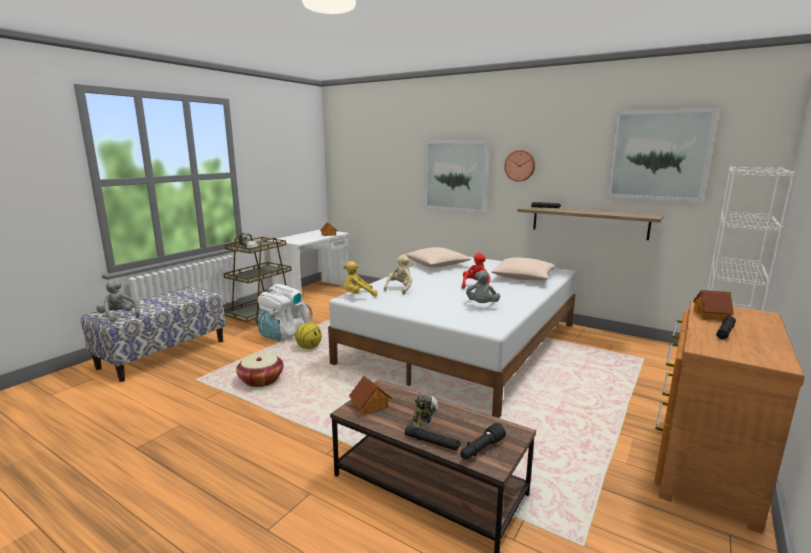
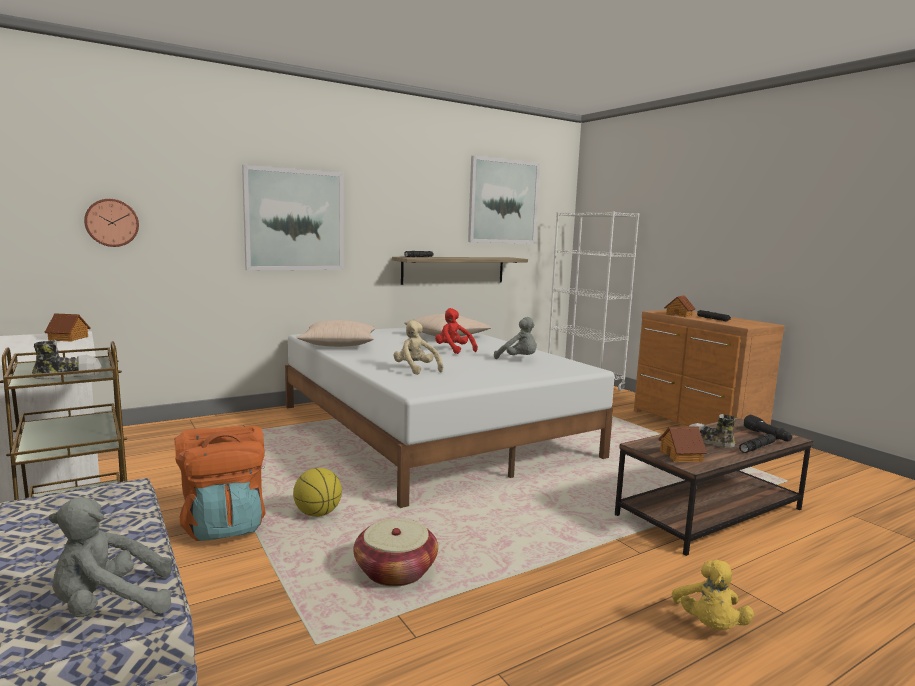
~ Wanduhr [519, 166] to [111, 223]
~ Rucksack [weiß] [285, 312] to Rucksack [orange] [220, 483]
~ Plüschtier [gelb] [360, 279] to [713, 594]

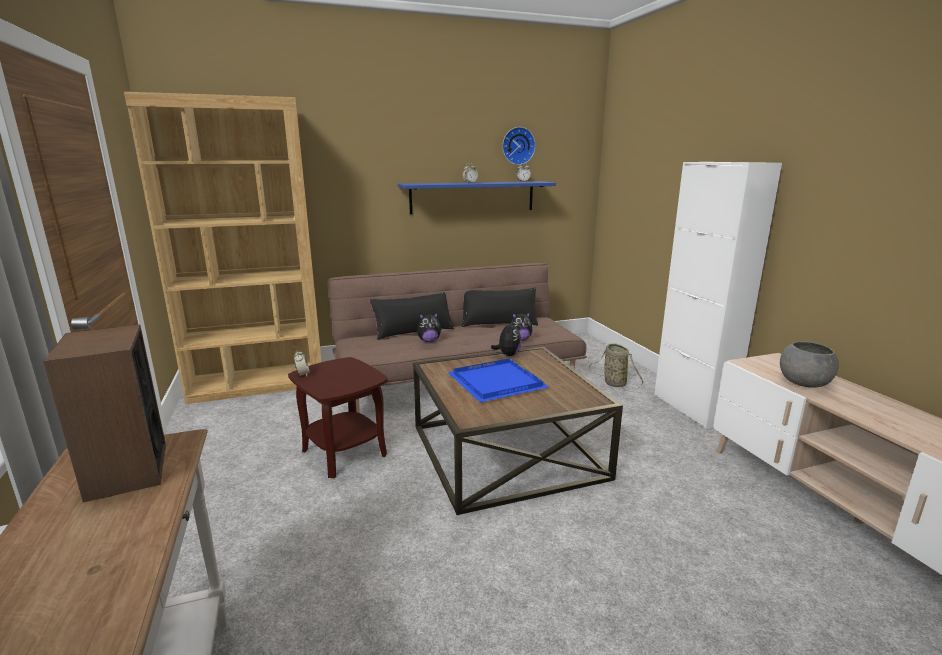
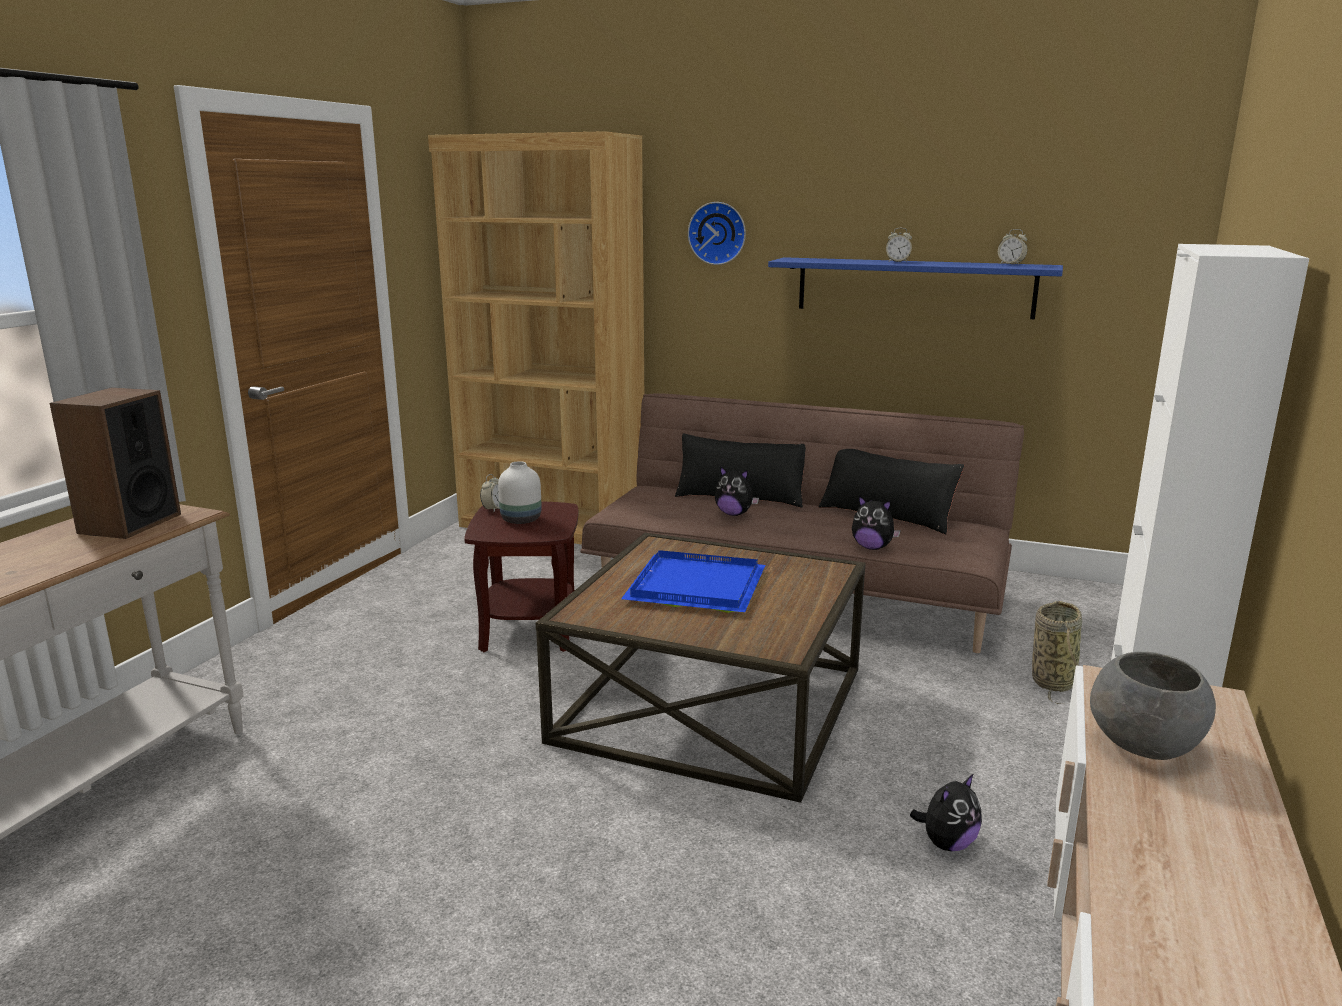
+ Vase [weiß] [520, 492]
~ Wanduhr [519, 146] to [717, 233]
~ Plüschtier [506, 338] to [946, 812]

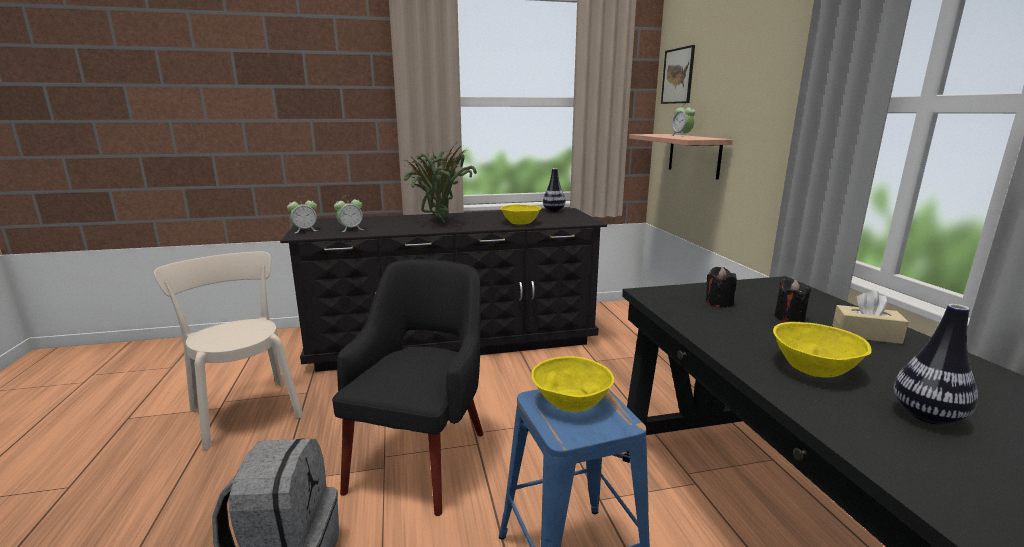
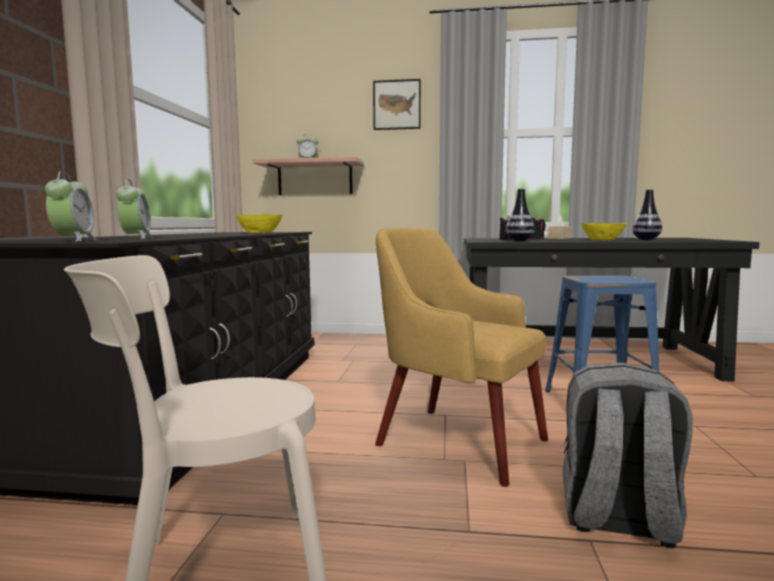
~ Bild [678, 74] to [397, 104]
~ Sessel [schwarz] [408, 387] to Sessel [gelb] [461, 357]
~ Vase [554, 190] to [520, 215]
- Topfpflanze [440, 183]
- Schüssel [gelb] [572, 384]

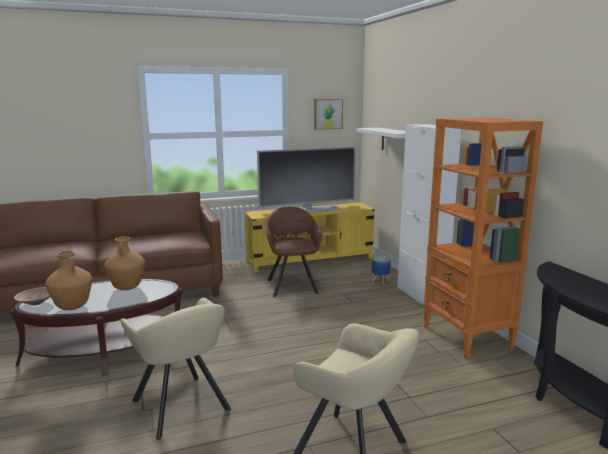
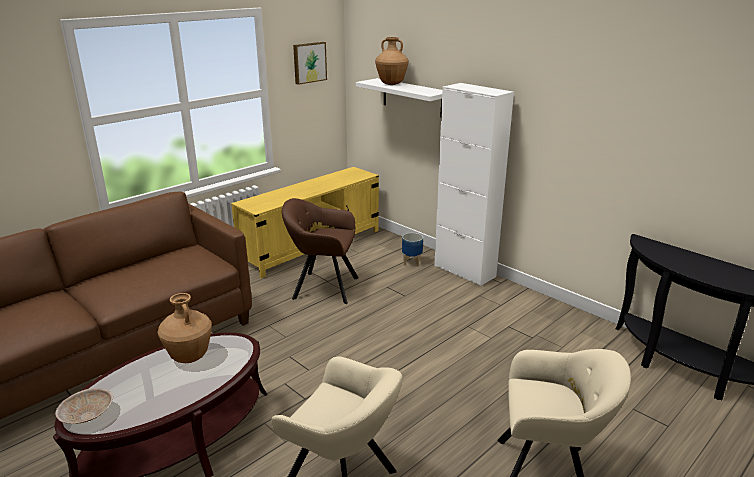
~ Sessel [braun] [293, 252] = [320, 251] 45 degrees counterclockwise
~ Vase [braun] [68, 280] to [392, 61]
- Fernseher [306, 180]
- Bücherregal [orange] [483, 238]

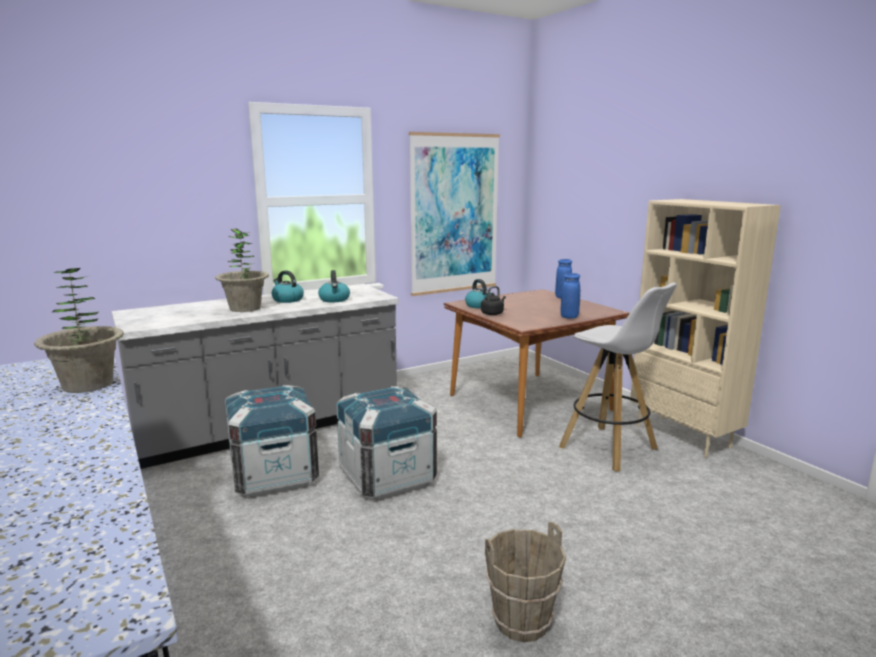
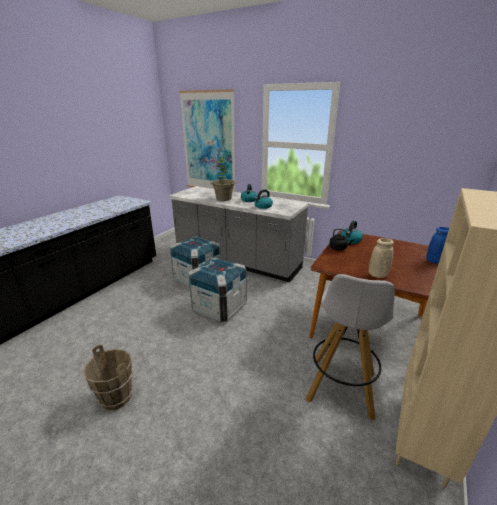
~ Bild [454, 214] to [207, 140]
~ Vase [blau] [570, 296] to Vase [beige] [381, 258]
- Topfpflanze [79, 330]

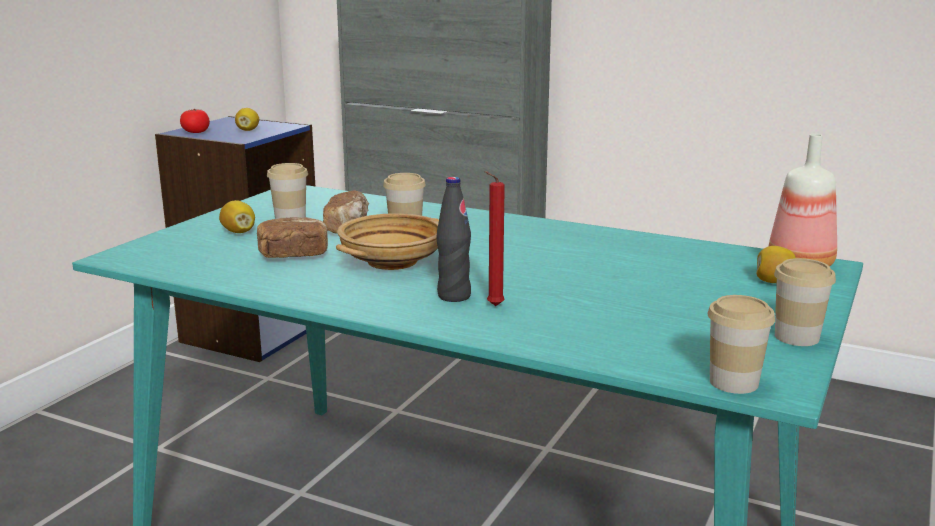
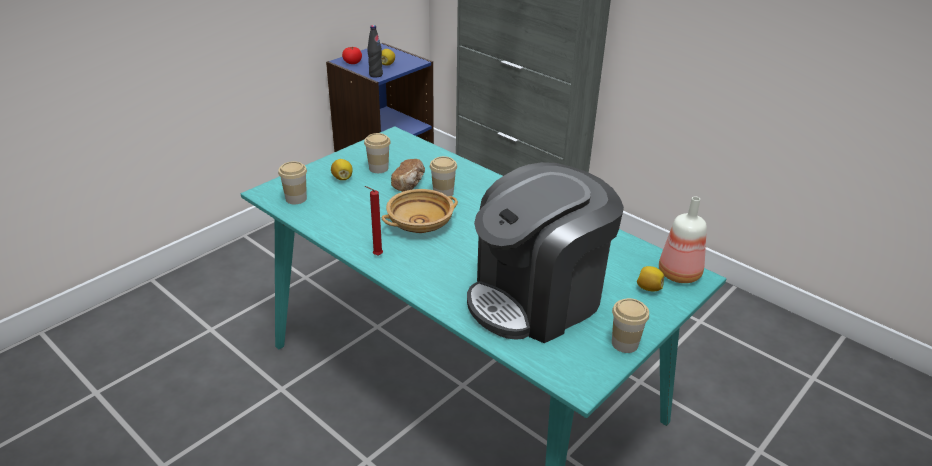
~ Tasse [741, 344] to [292, 182]
~ Kerze [rot] [495, 238] to [374, 220]
~ Flasche [schwarz] [453, 239] to [375, 51]
+ Kaffeemaschine [545, 252]
- Brot [292, 237]

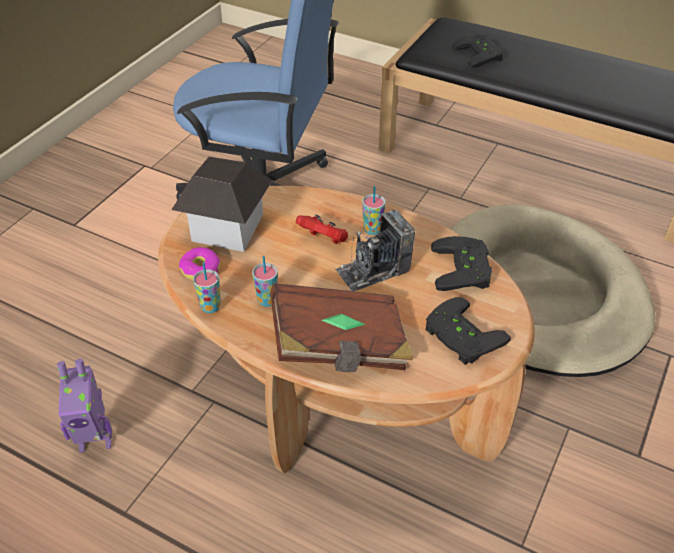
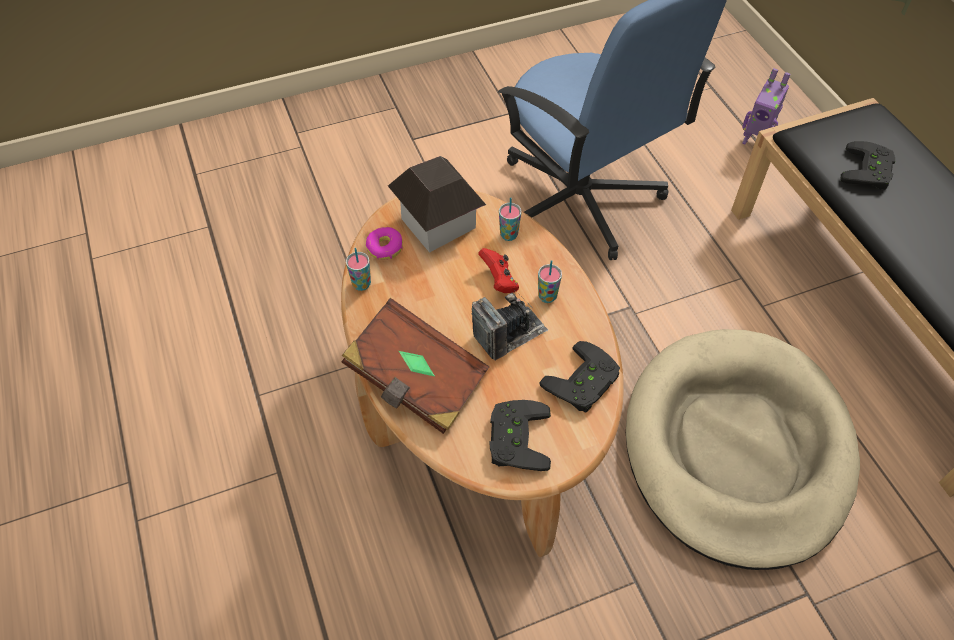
~ Kamera [375, 250] = [509, 326] 135 degrees clockwise
~ Tasse [265, 281] to [510, 219]
~ Spielzeugroboter [84, 406] to [766, 106]

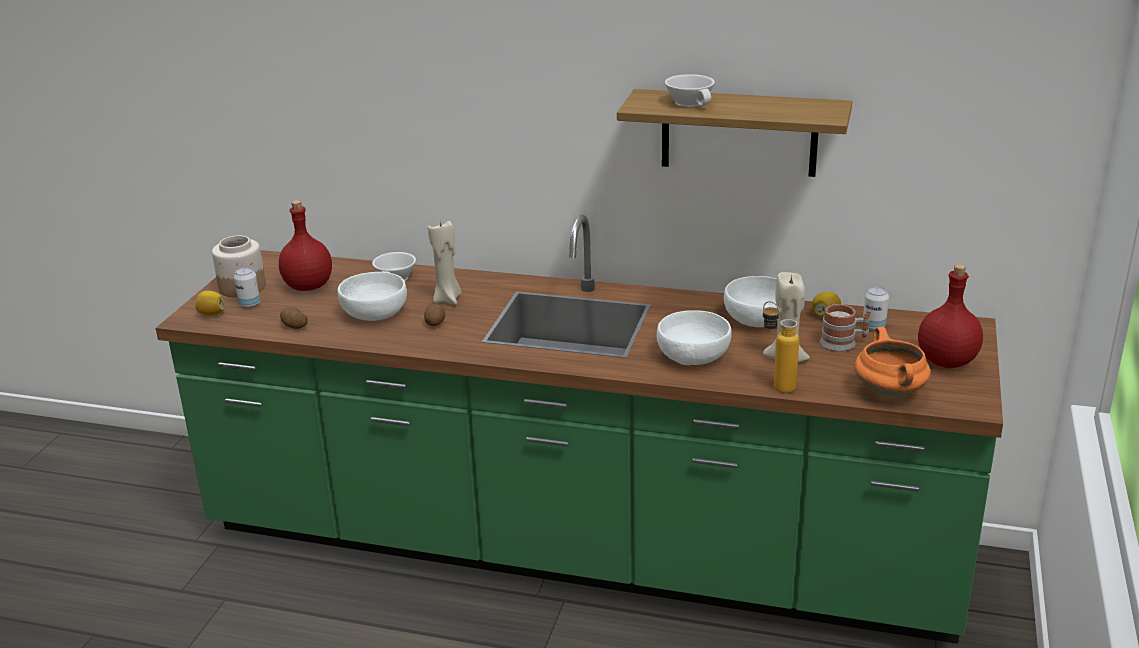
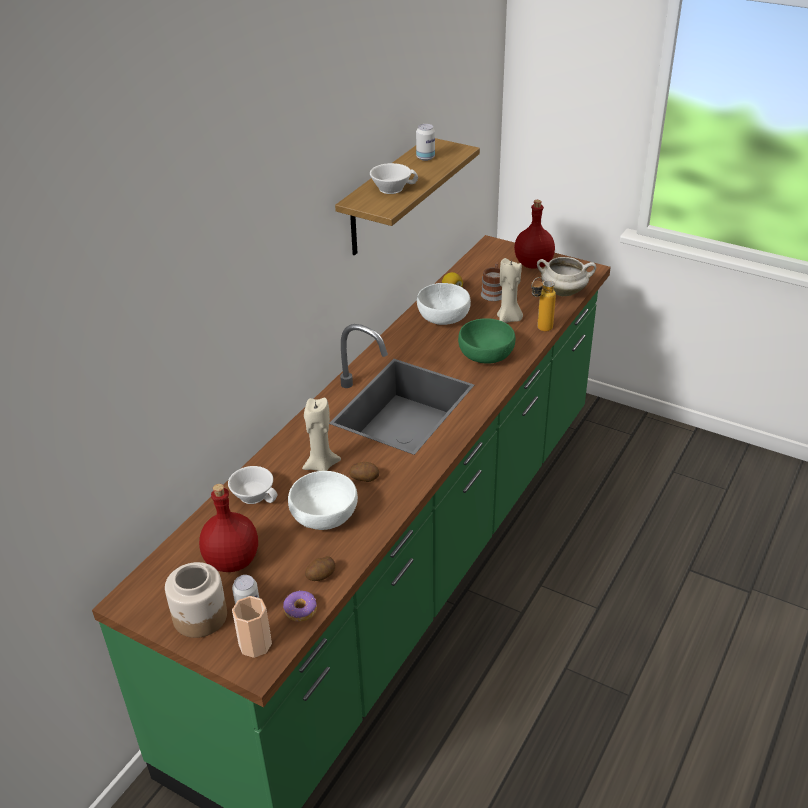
~ Zitrone [210, 303] to Tasse [252, 627]
+ Donut [300, 606]
~ Dose [875, 308] to [425, 142]
~ Schüssel [weiß] [694, 337] to Schüssel [grün] [486, 341]
~ Kochtopf [orange] [893, 362] to Kochtopf [weiß] [566, 276]

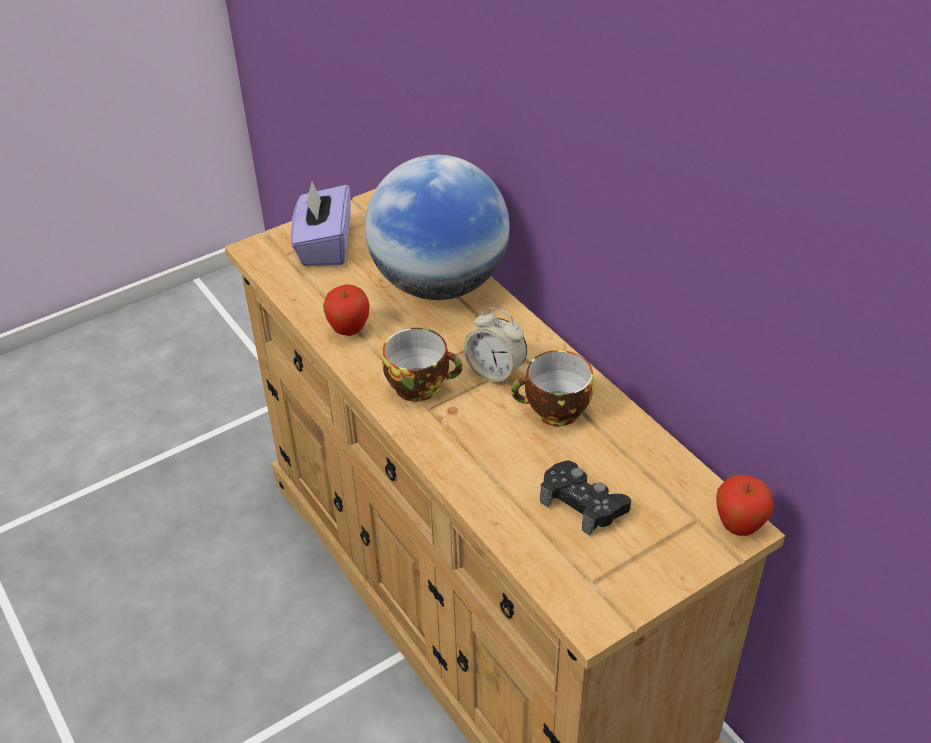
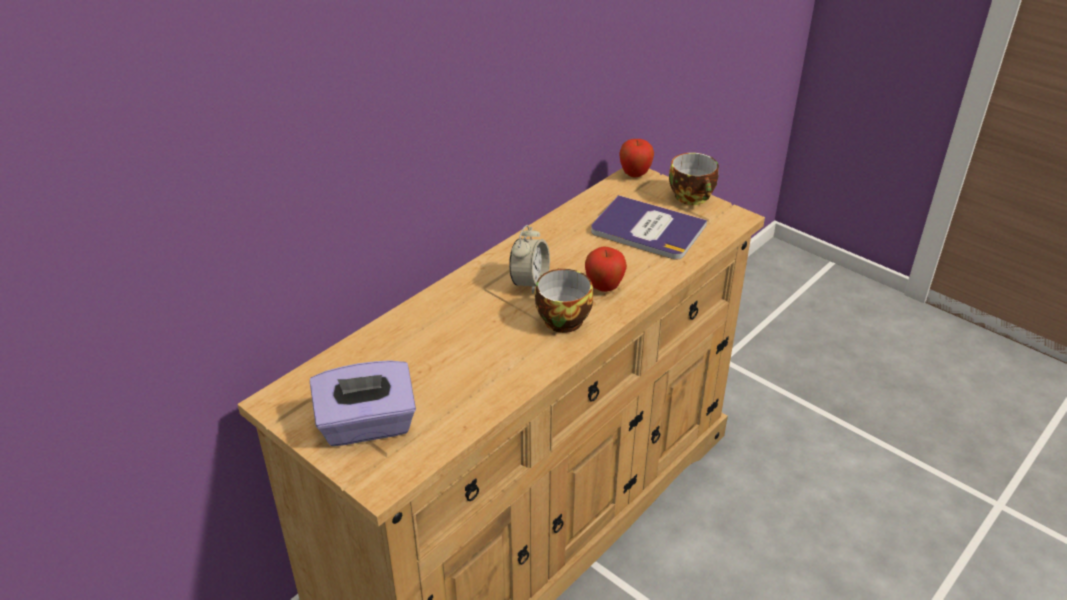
~ Apfel [346, 310] to [606, 269]
~ Gamepad [schwarz] [585, 498] to Buch [649, 227]
~ Tasse [552, 388] to [694, 179]
- Globus [437, 227]

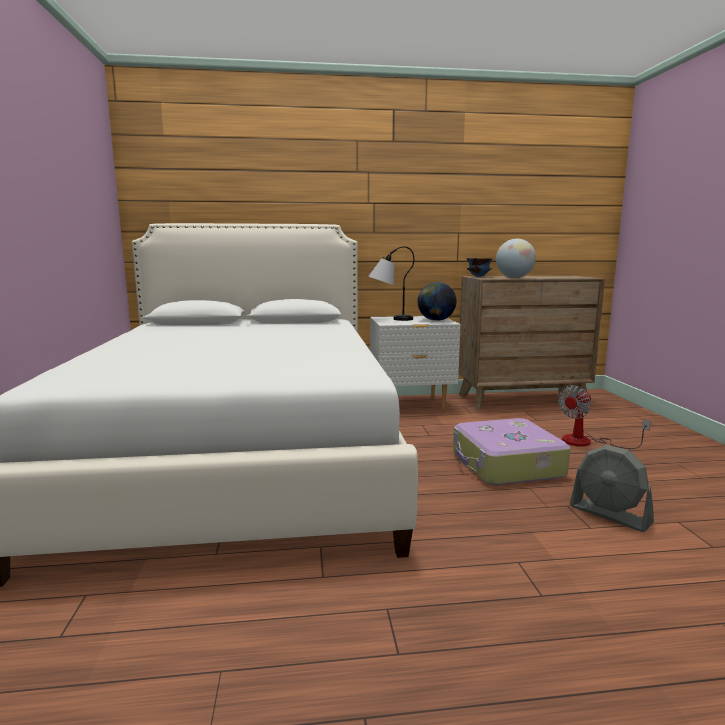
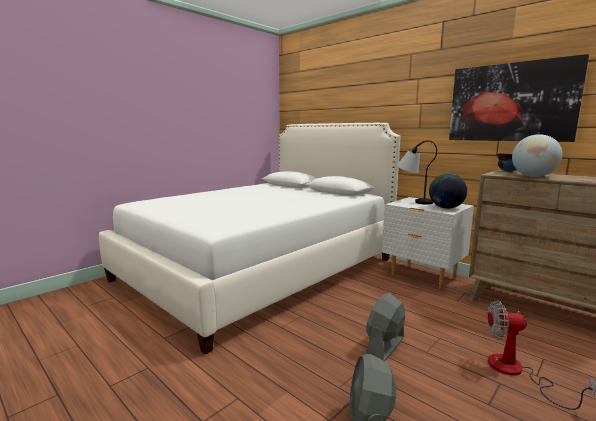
~ Koffer [511, 451] to Ventilator [grau] [385, 327]
+ Bild [519, 98]

